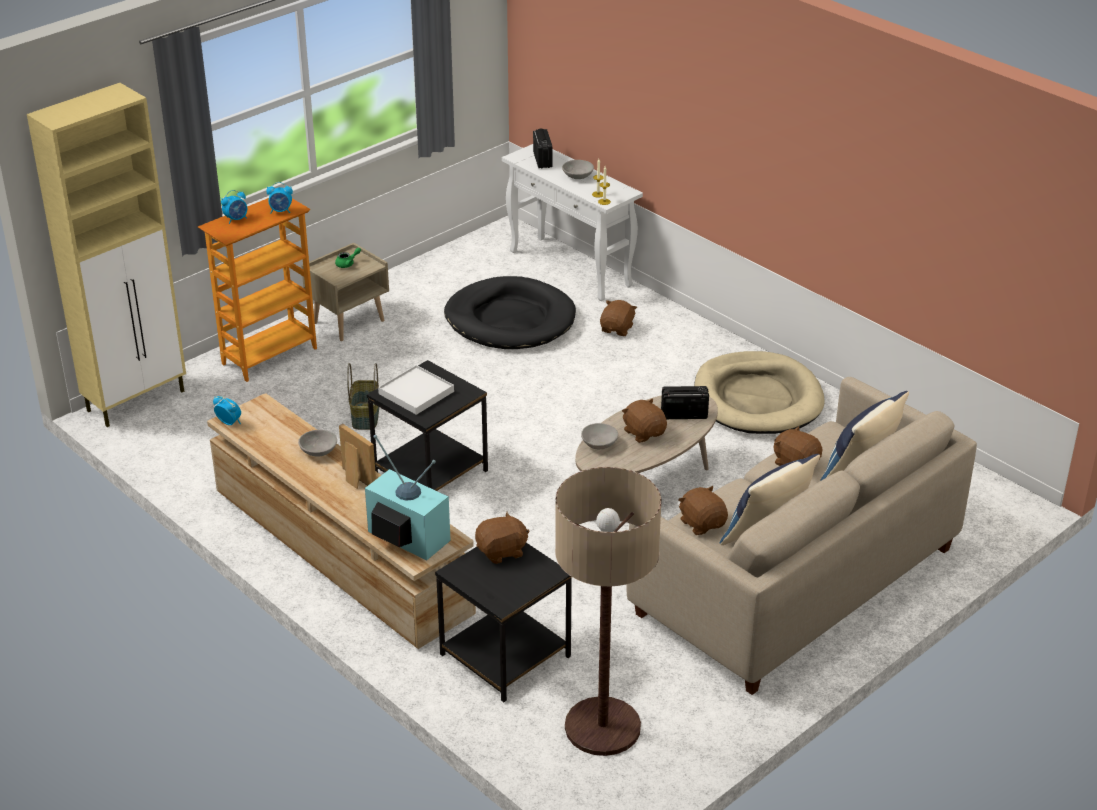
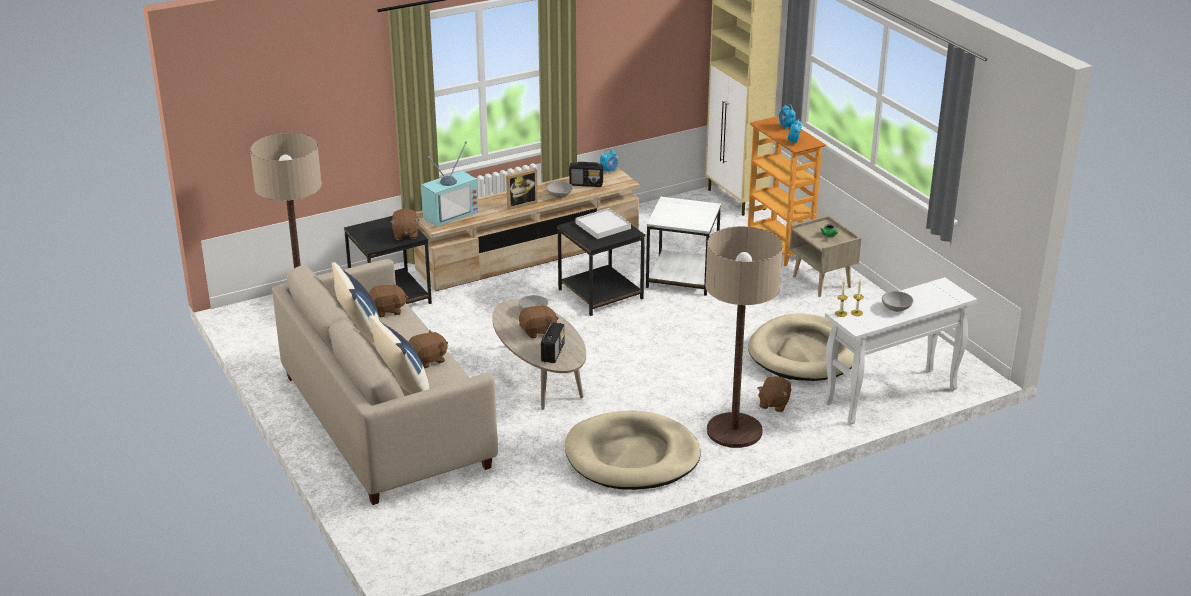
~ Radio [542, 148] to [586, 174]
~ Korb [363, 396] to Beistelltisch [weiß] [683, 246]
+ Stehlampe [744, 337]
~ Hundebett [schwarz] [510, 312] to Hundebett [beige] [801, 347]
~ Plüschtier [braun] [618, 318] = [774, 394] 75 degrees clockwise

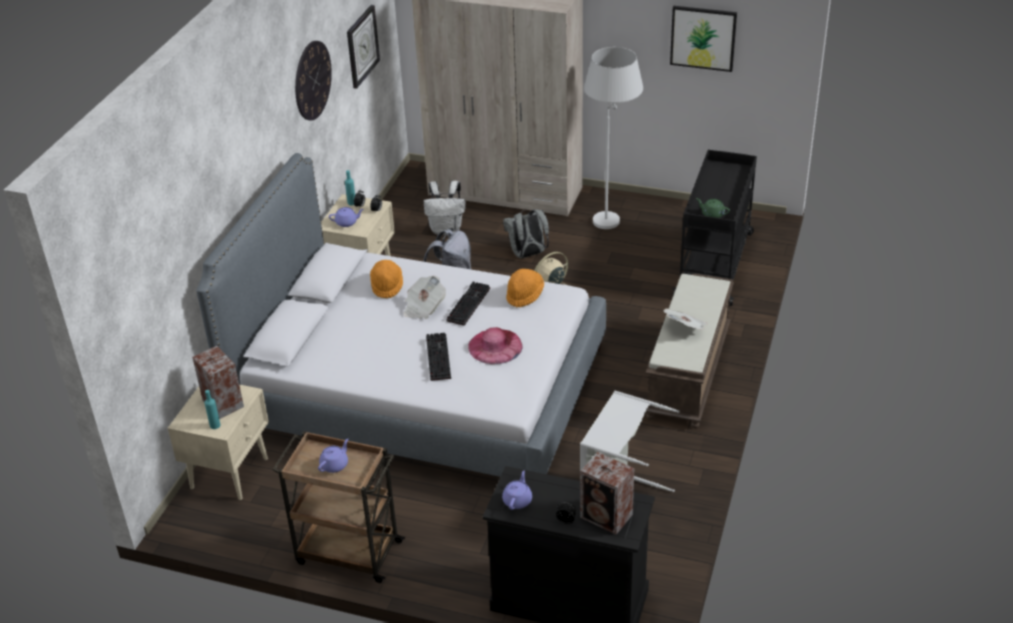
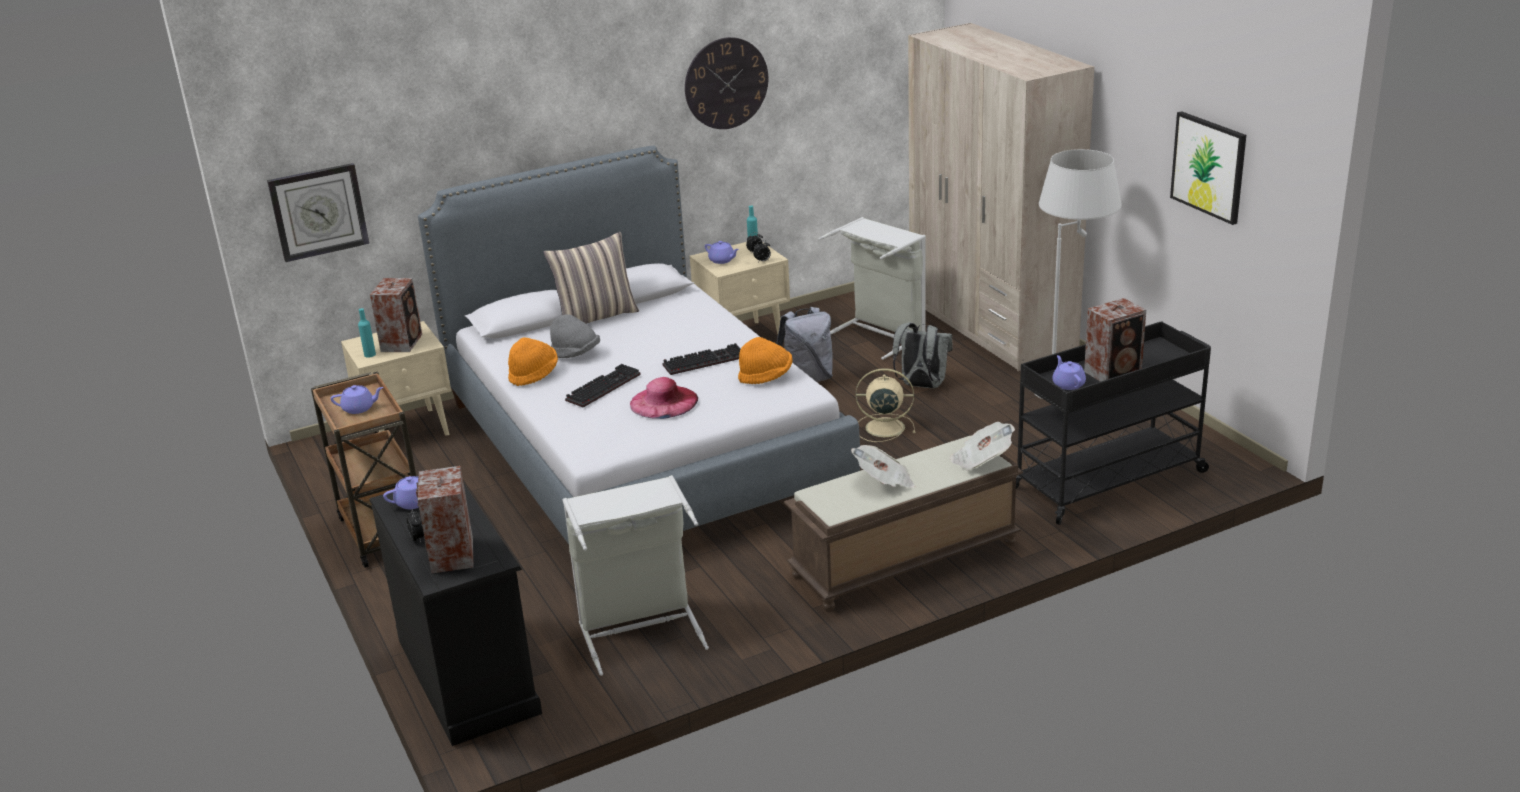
~ Wanduhr [363, 47] to [318, 212]
~ Hut [orange] [386, 279] to [533, 361]
+ Kissen [591, 278]
+ Hut [grau] [575, 336]
~ Rucksack [weiß] [445, 207] to Wäschekorb [grau] [872, 288]
~ Zeitung [424, 297] to [982, 446]
~ Teekanne [grün] [713, 208] to Teekanne [lila] [1069, 372]
+ Lautsprecher [1115, 340]

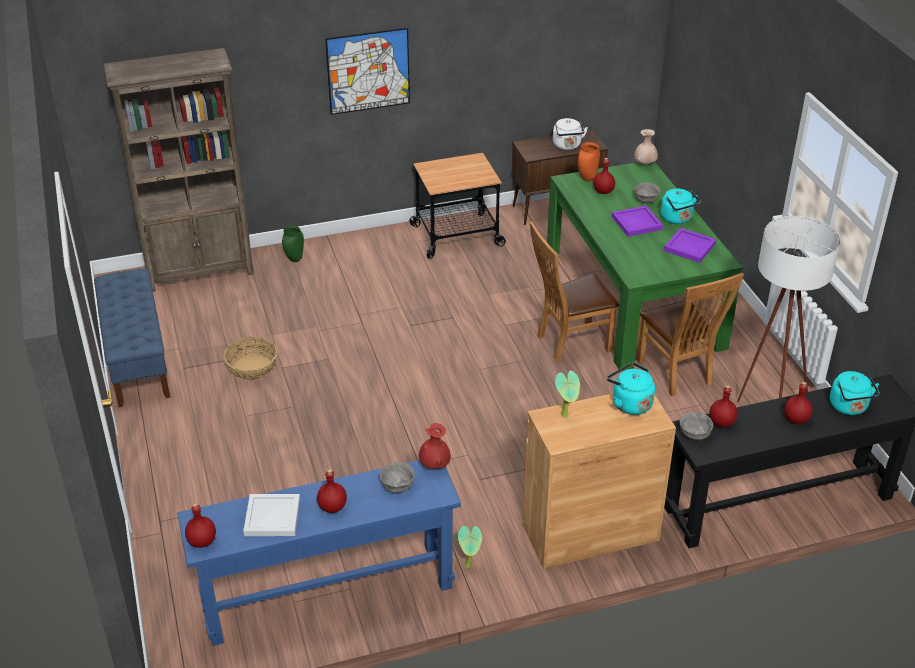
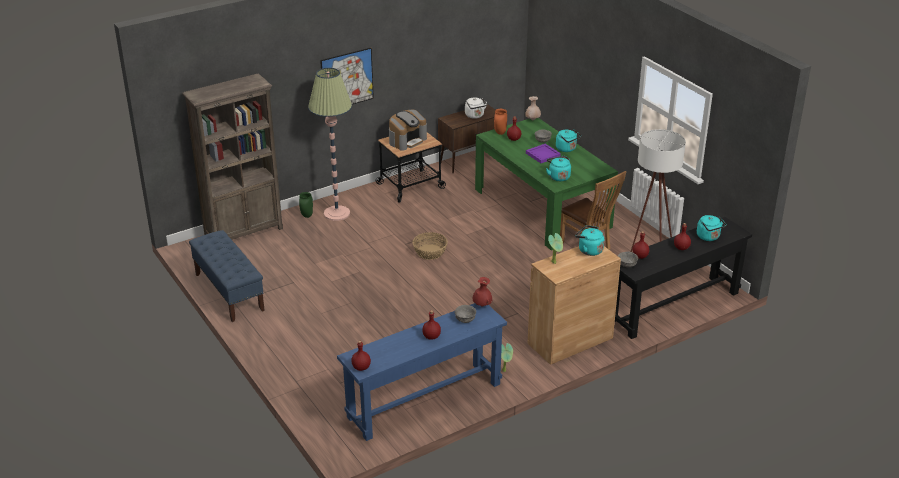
+ Stehlampe [330, 144]
+ Kaffeemaschine [408, 130]
~ Korb [250, 358] to [430, 246]
+ Wasserkessel [türkis] [558, 168]
- Tablett [weiß] [271, 515]
- Stuhl [braun] [574, 291]
- Tablett [lila] [690, 245]

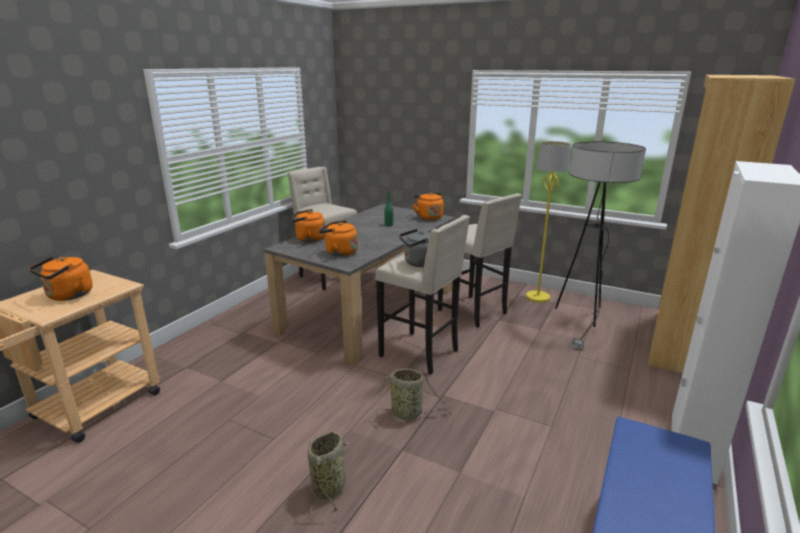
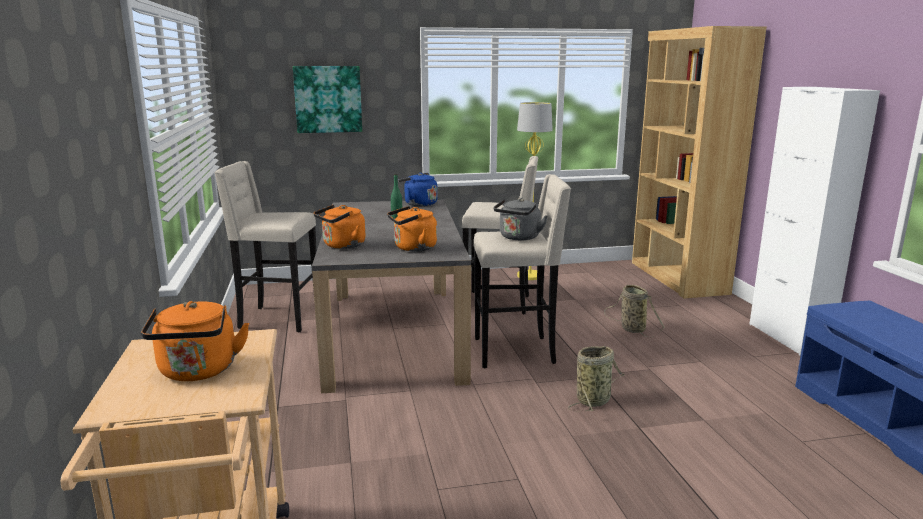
+ Bild [327, 99]
~ Wasserkessel [orange] [428, 206] to Wasserkessel [blau] [418, 190]
~ Korb [328, 473] to [634, 311]
- Stehlampe [600, 245]

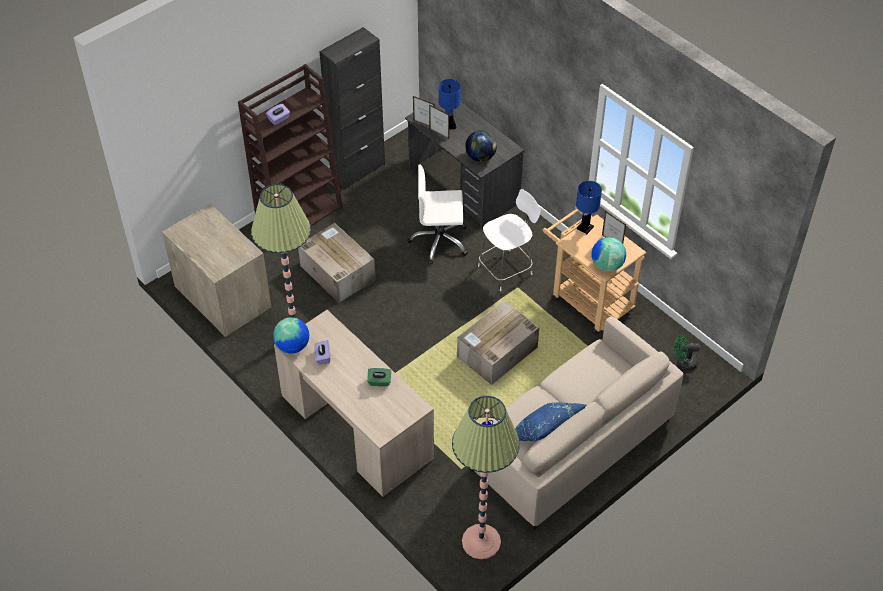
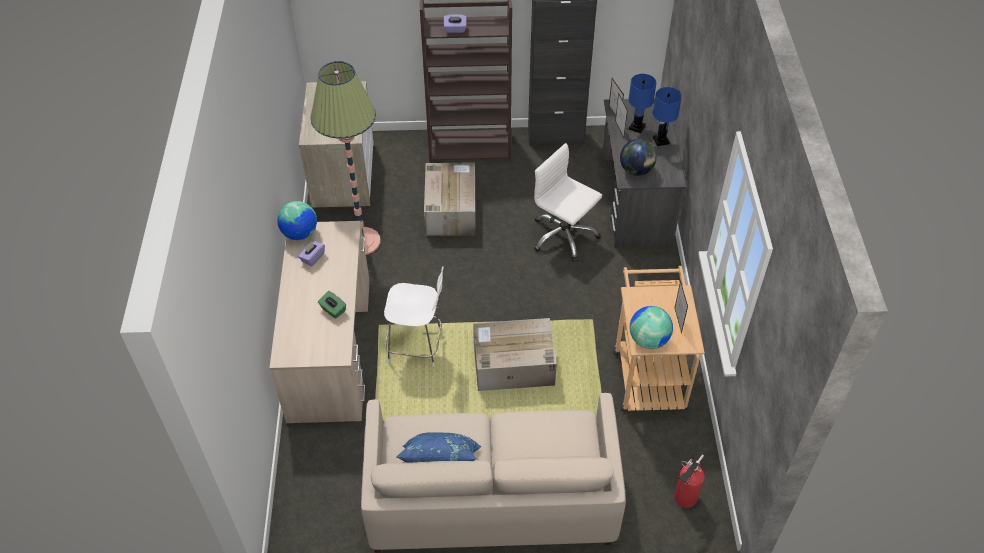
~ Stuhl [weiß] [509, 240] to [414, 316]
~ Tischlampe [blau] [589, 207] to [667, 116]
~ Ventilator [grün] [687, 352] to Feuerlöscher [689, 481]
- Stehlampe [486, 477]

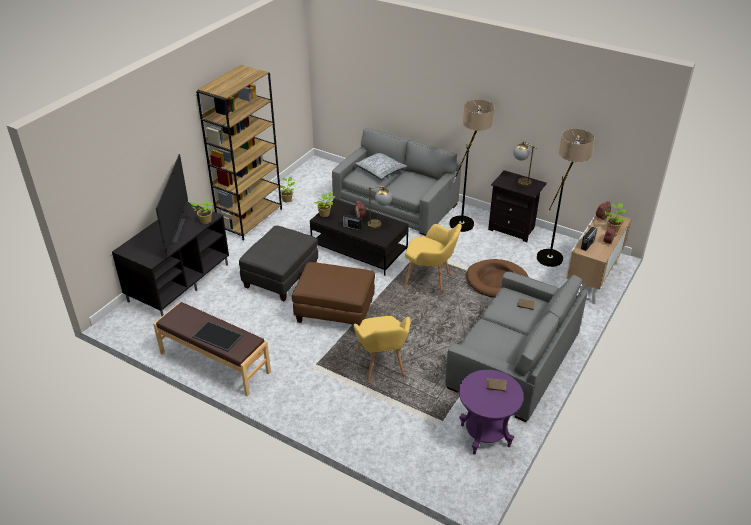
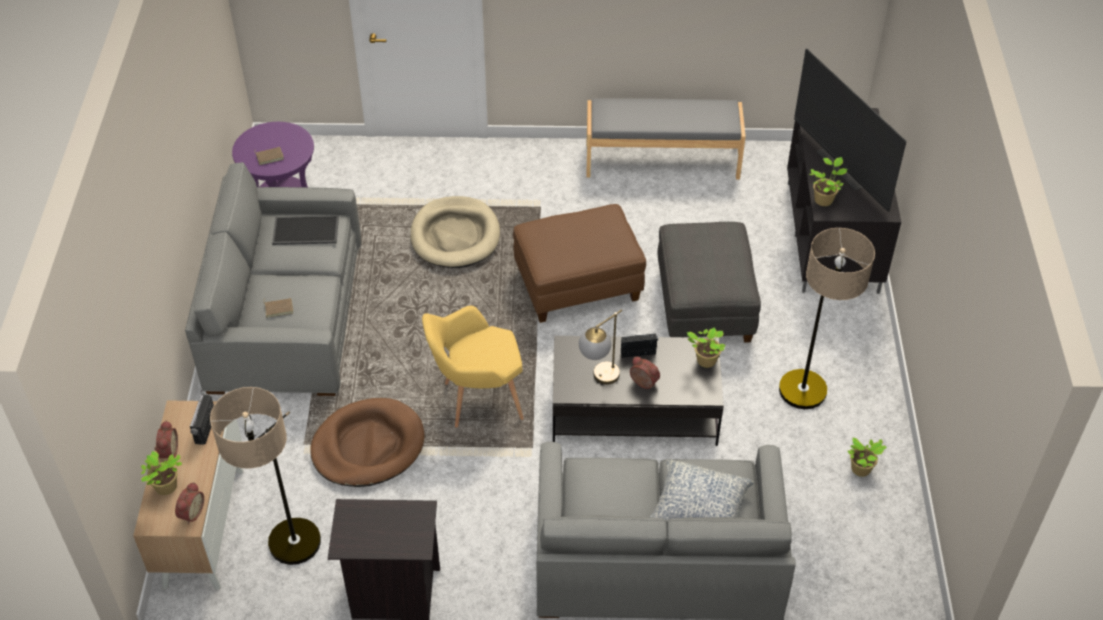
~ Tablett [217, 336] to [305, 230]
~ Sessel [gelb] [382, 349] to Hundebett [beige] [455, 232]
~ Bank [braun] [212, 349] to Bank [grau] [666, 138]
~ Stehlampe [472, 165] to [827, 318]
- Bücherregal [braun] [239, 153]
- Tischlampe [525, 164]

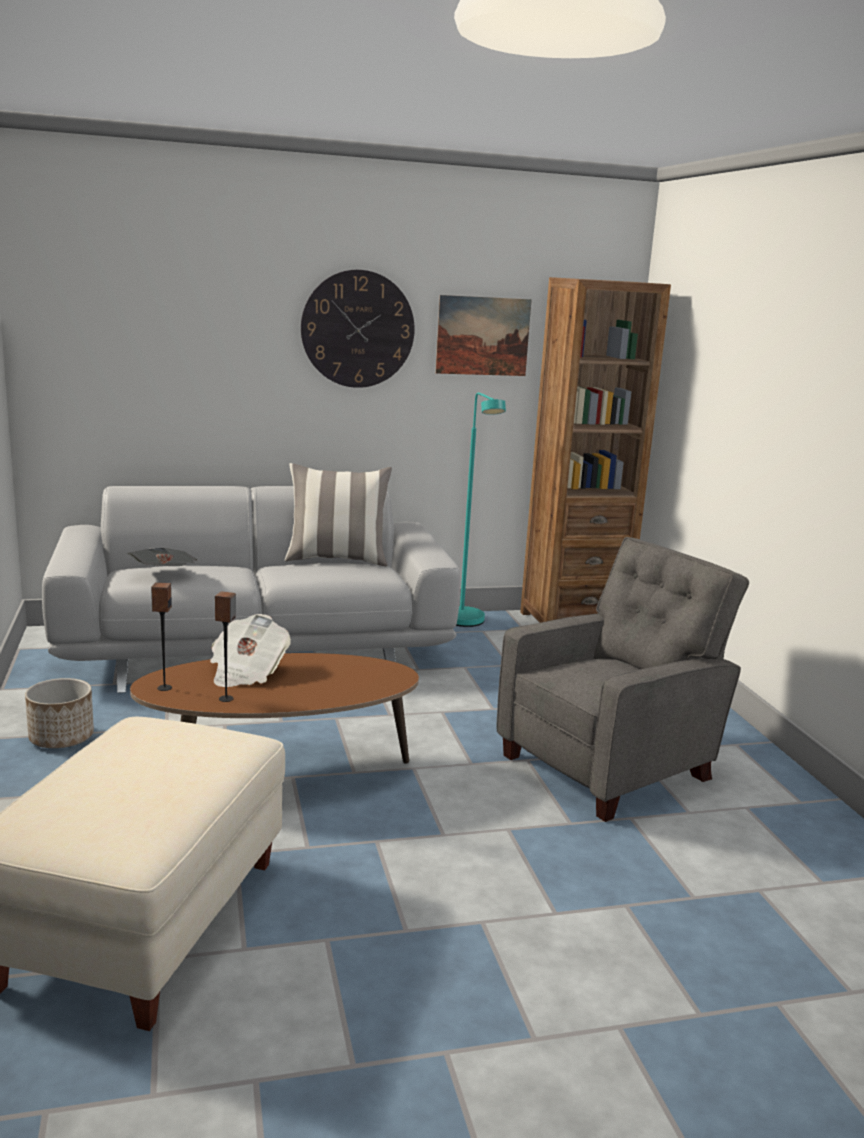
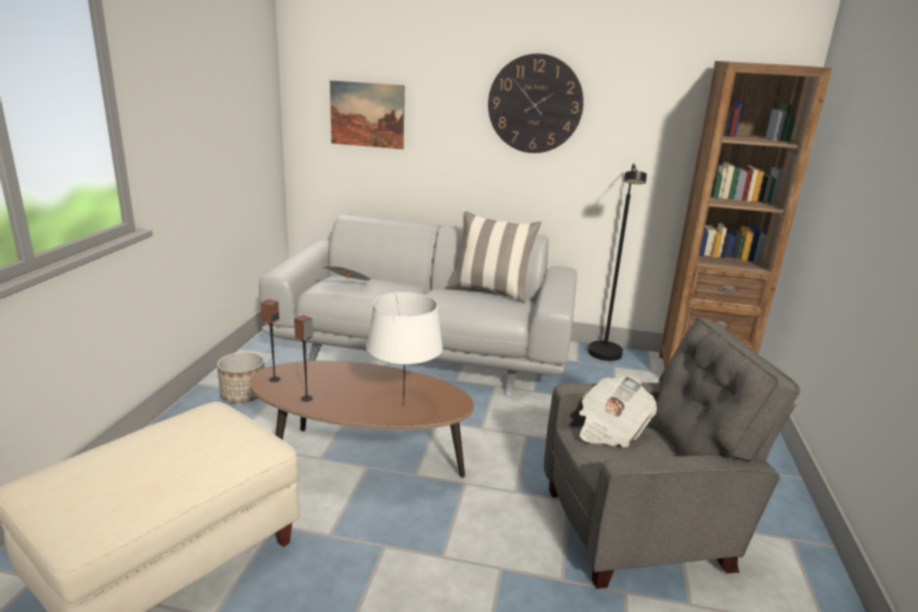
~ Bild [483, 335] to [367, 114]
+ Tischlampe [weiß] [404, 349]
~ Zeitung [250, 650] to [618, 411]
~ Stehlampe [türkis] [481, 509] to Stehlampe [schwarz] [617, 262]

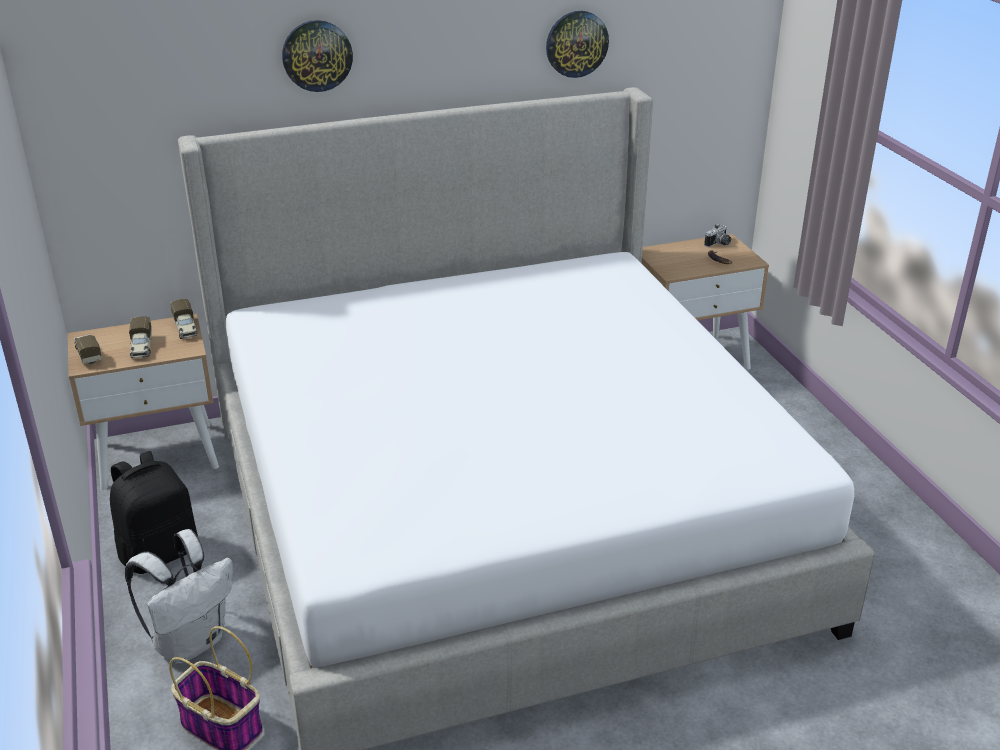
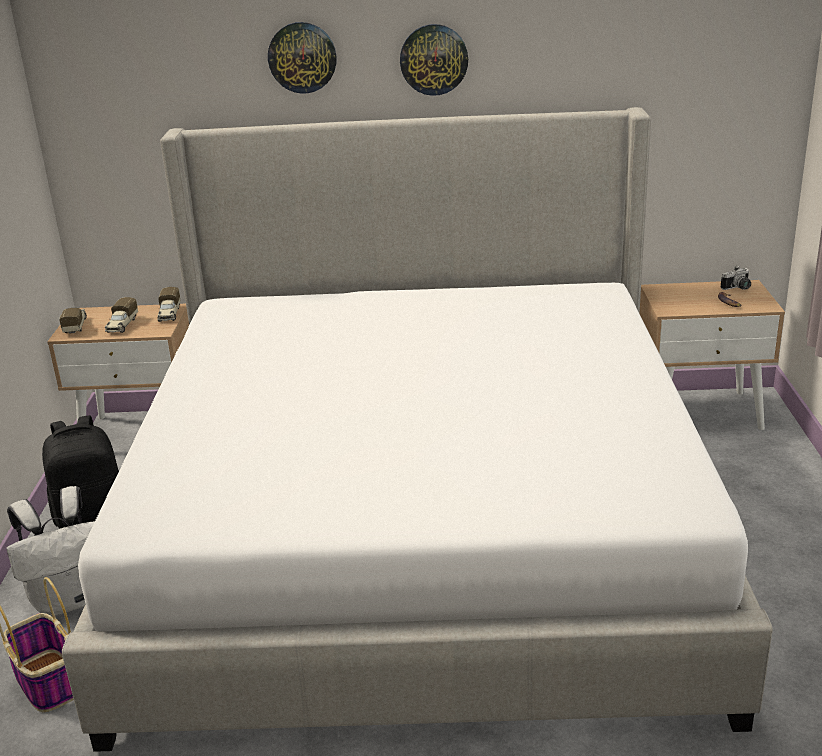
~ Wanduhr [577, 44] to [434, 60]

